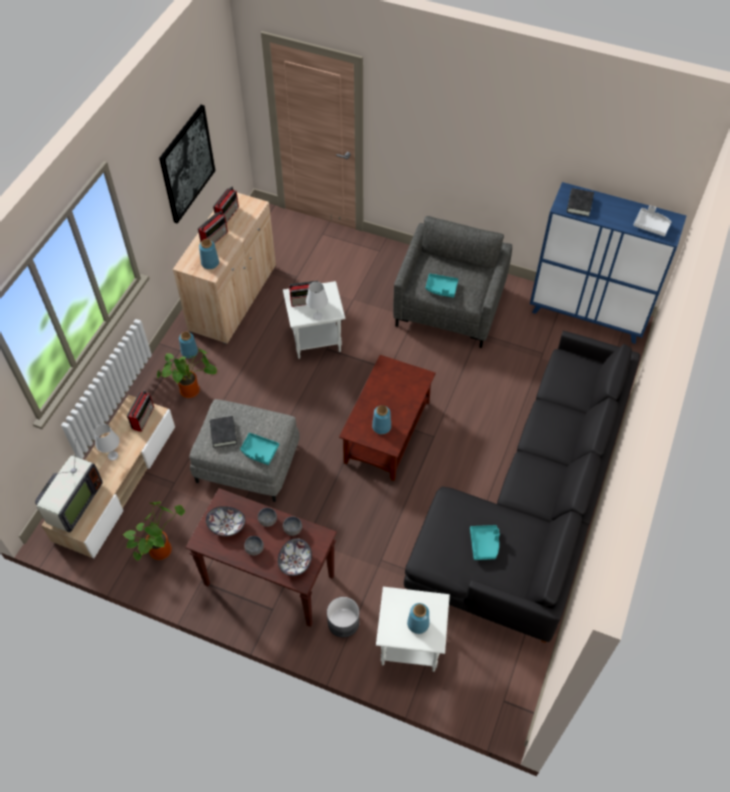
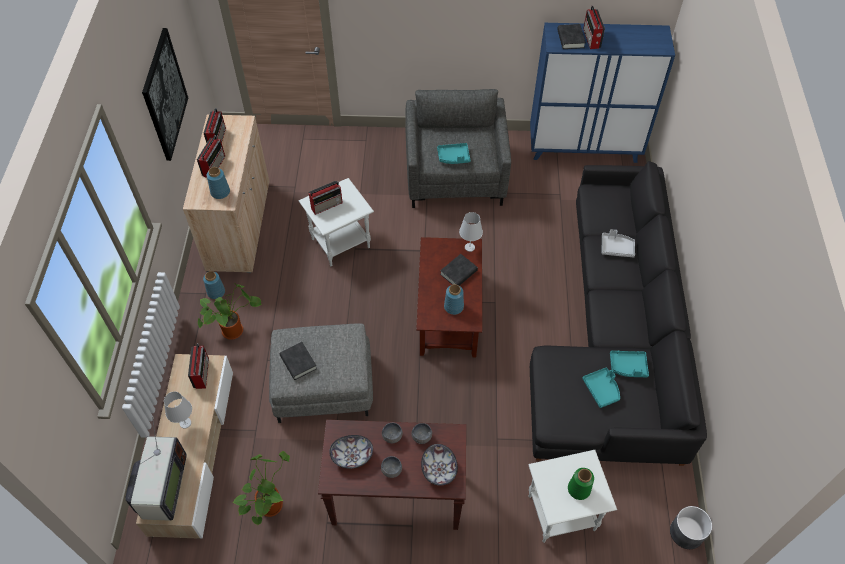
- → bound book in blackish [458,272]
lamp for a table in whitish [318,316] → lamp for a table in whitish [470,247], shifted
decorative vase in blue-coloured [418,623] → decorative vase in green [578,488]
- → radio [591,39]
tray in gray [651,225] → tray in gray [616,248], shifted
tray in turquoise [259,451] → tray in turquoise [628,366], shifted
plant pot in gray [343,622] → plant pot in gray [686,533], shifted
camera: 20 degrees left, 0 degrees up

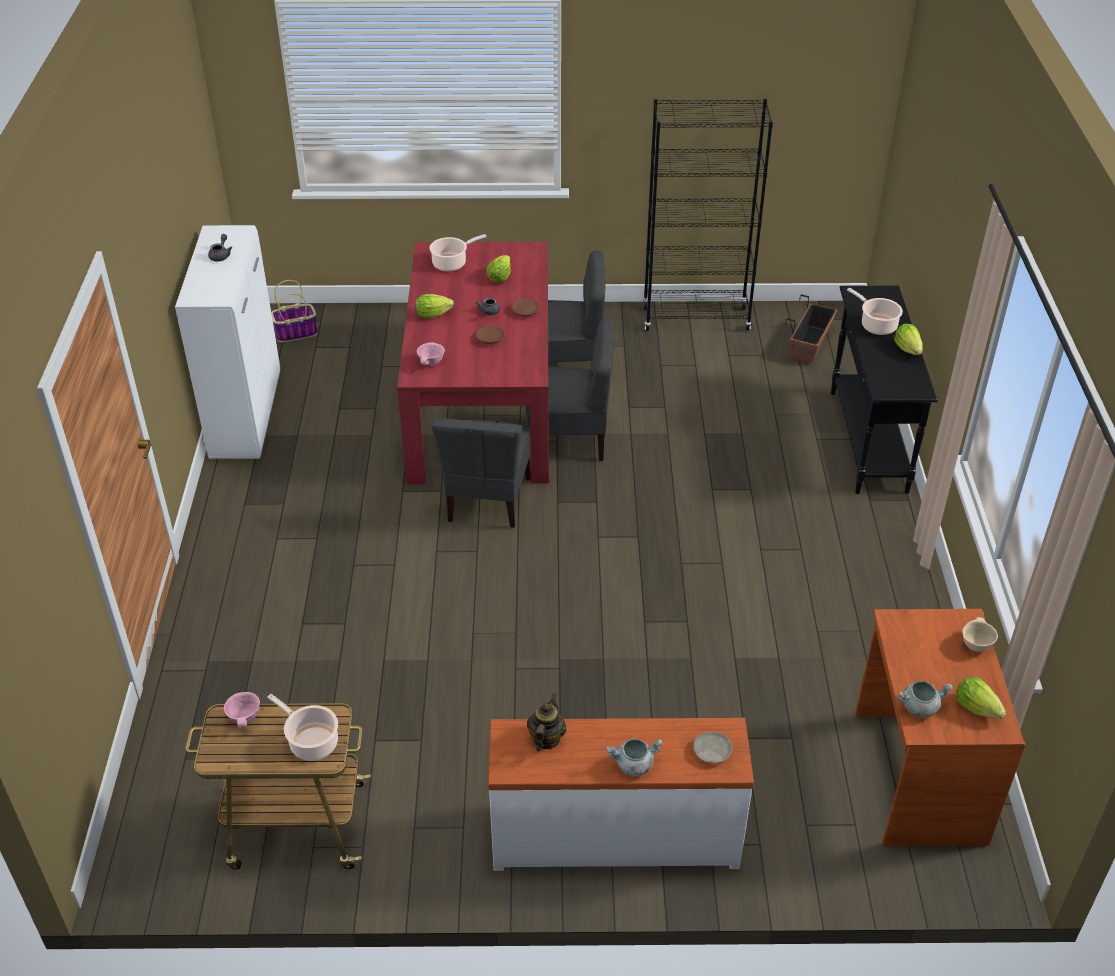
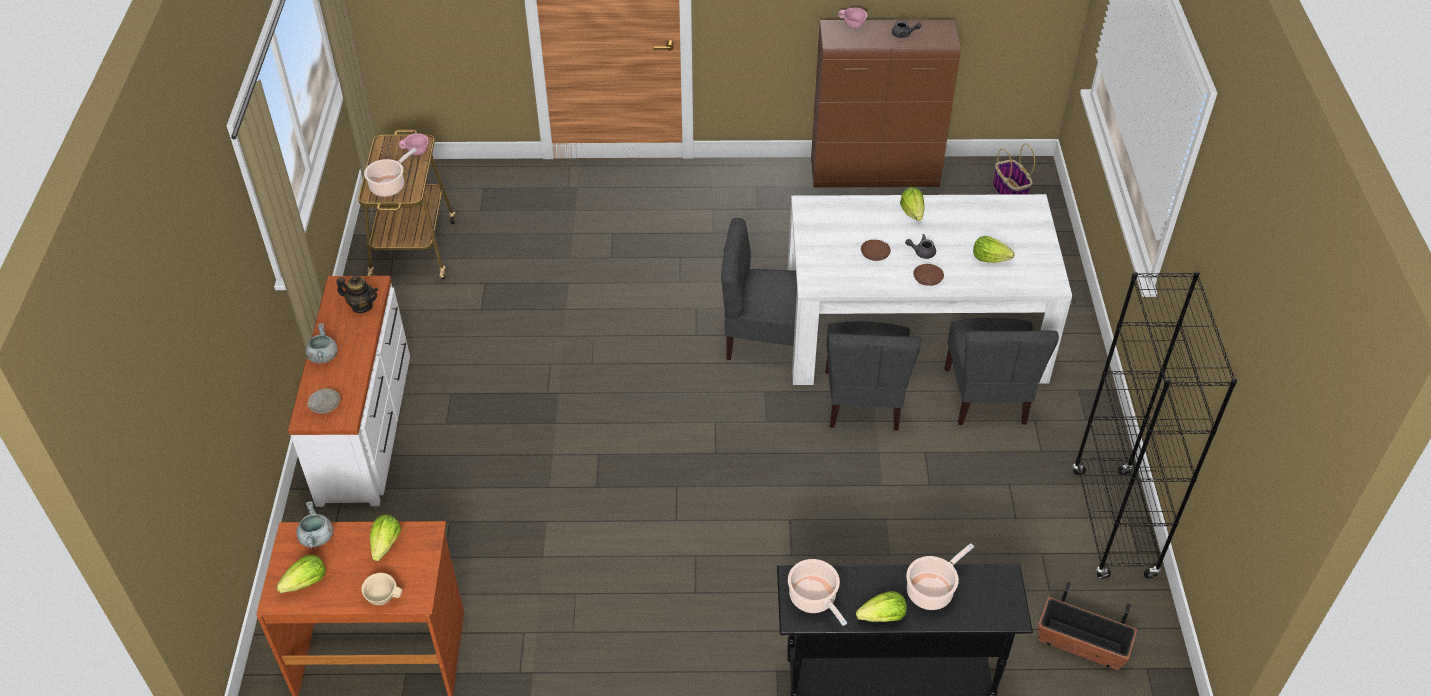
- → lettuce head [386,544]
kitchen table in reddish [482,405] → kitchen table in whitish [913,332]
cooking pot [451,263] → cooking pot [814,599], shifted
cabinet in whitish [246,416] → cabinet in brown-coloured [875,174]
serving bowl in pink [431,363] → serving bowl in pink [853,26], shifted
camera: 90 degrees right, 5 degrees up

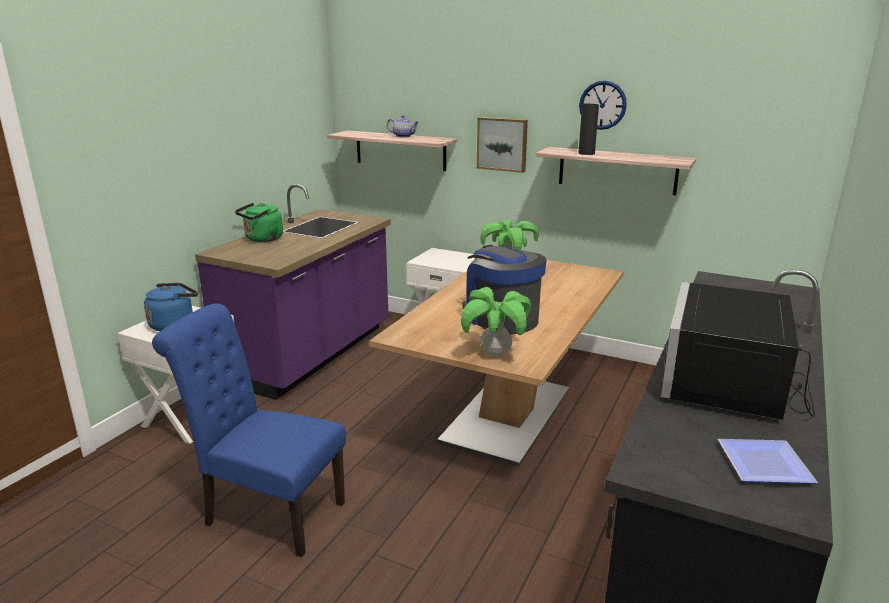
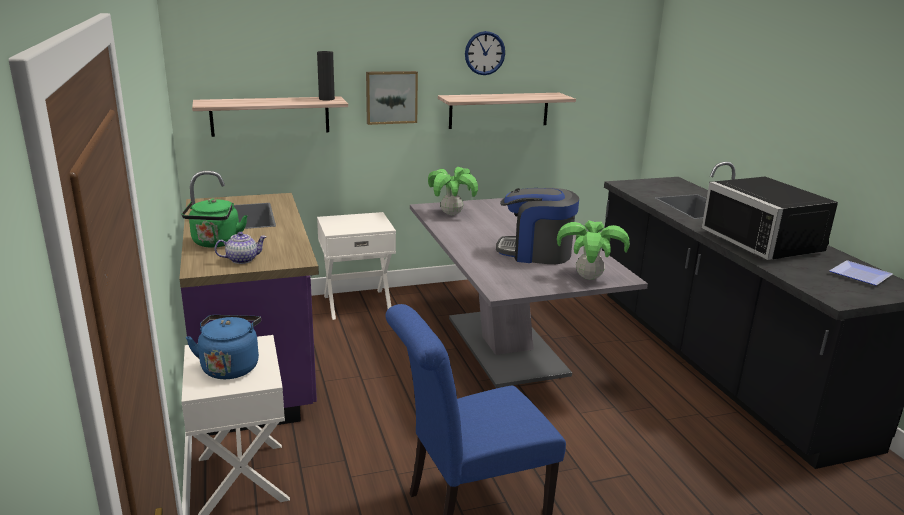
teapot [403,136] → teapot [242,259], shifted
decorative vase in blackish [586,153] → decorative vase in blackish [326,99], shifted
kitchen table in brown-coloured [507,415] → kitchen table in gray [506,345]
camera: 45 degrees left, 0 degrees up

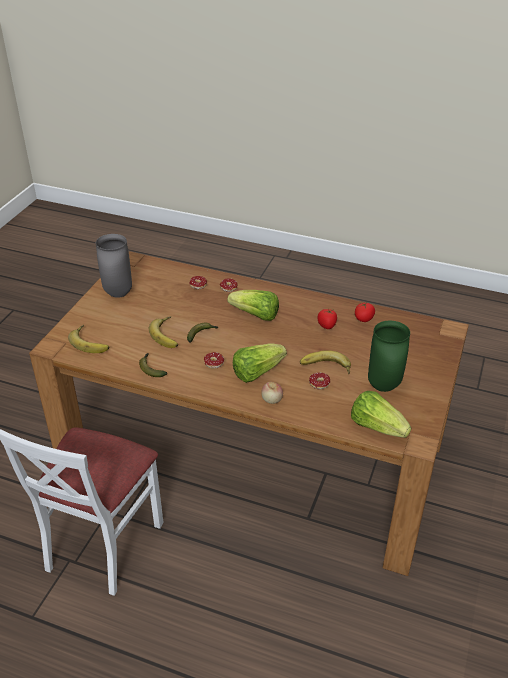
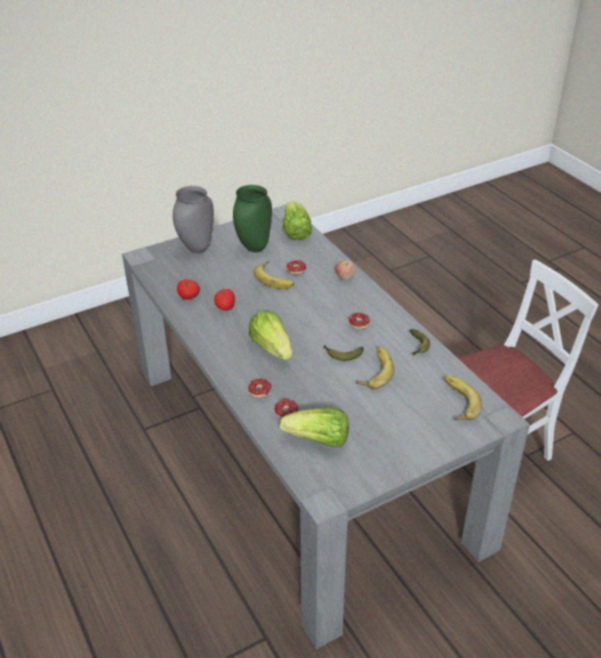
kitchen table in brown-coloured [254,451] → kitchen table in gray [301,452]
decorative vase in gray [117,293] → decorative vase in gray [197,249], shifted
lettuce head [257,372] → lettuce head [318,440], shifted
camera: 140 degrees left, 0 degrees up

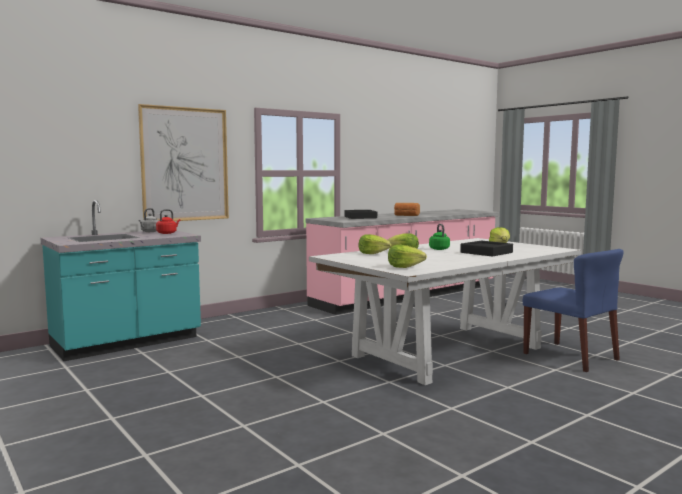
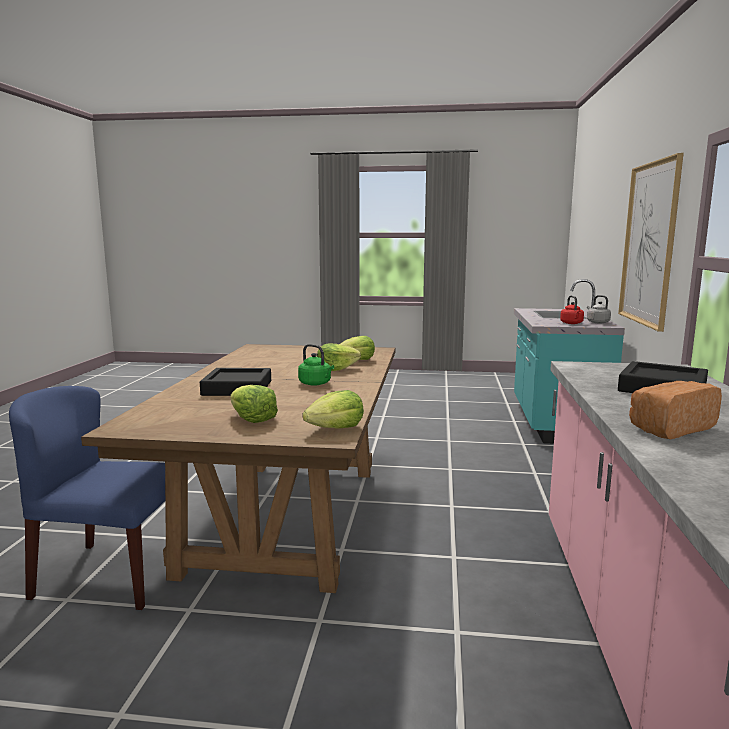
kitchen table in whitish [448,351] → kitchen table in brown-coloured [287,518]
lettuce head [404,267] → lettuce head [336,428], shifted
camera: 135 degrees right, 5 degrees up

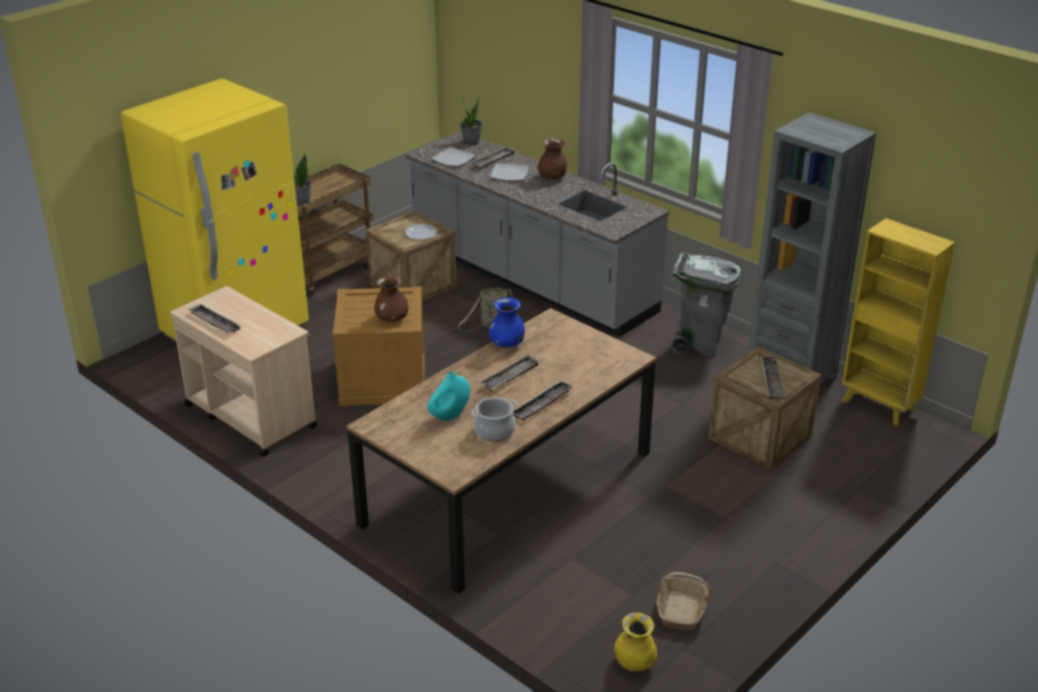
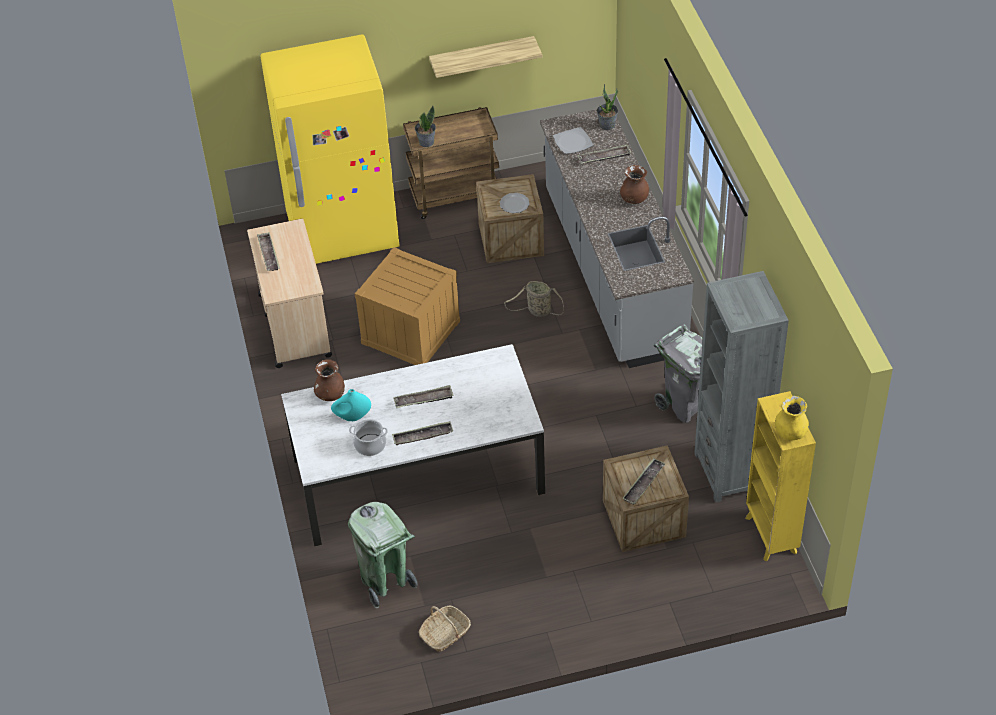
kitchen table in brown-coloured [508,487] → kitchen table in whitish [418,475]
decorative vase in brown-coloured [391,319] → decorative vase in brown-coloured [330,394], shifted
- → rubbish bin in green [385,581]
- → wall shelf [482,57]
decorative vase in yellow [634,663] → decorative vase in yellow [790,432], shifted
decorative vase in blue-coloured [507,344] → -
flat dish [509,174] → -
camera: 35 degrees right, 15 degrees up

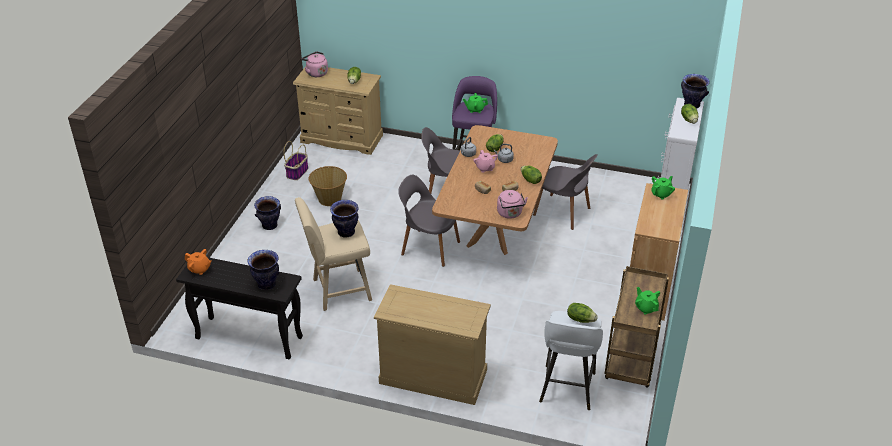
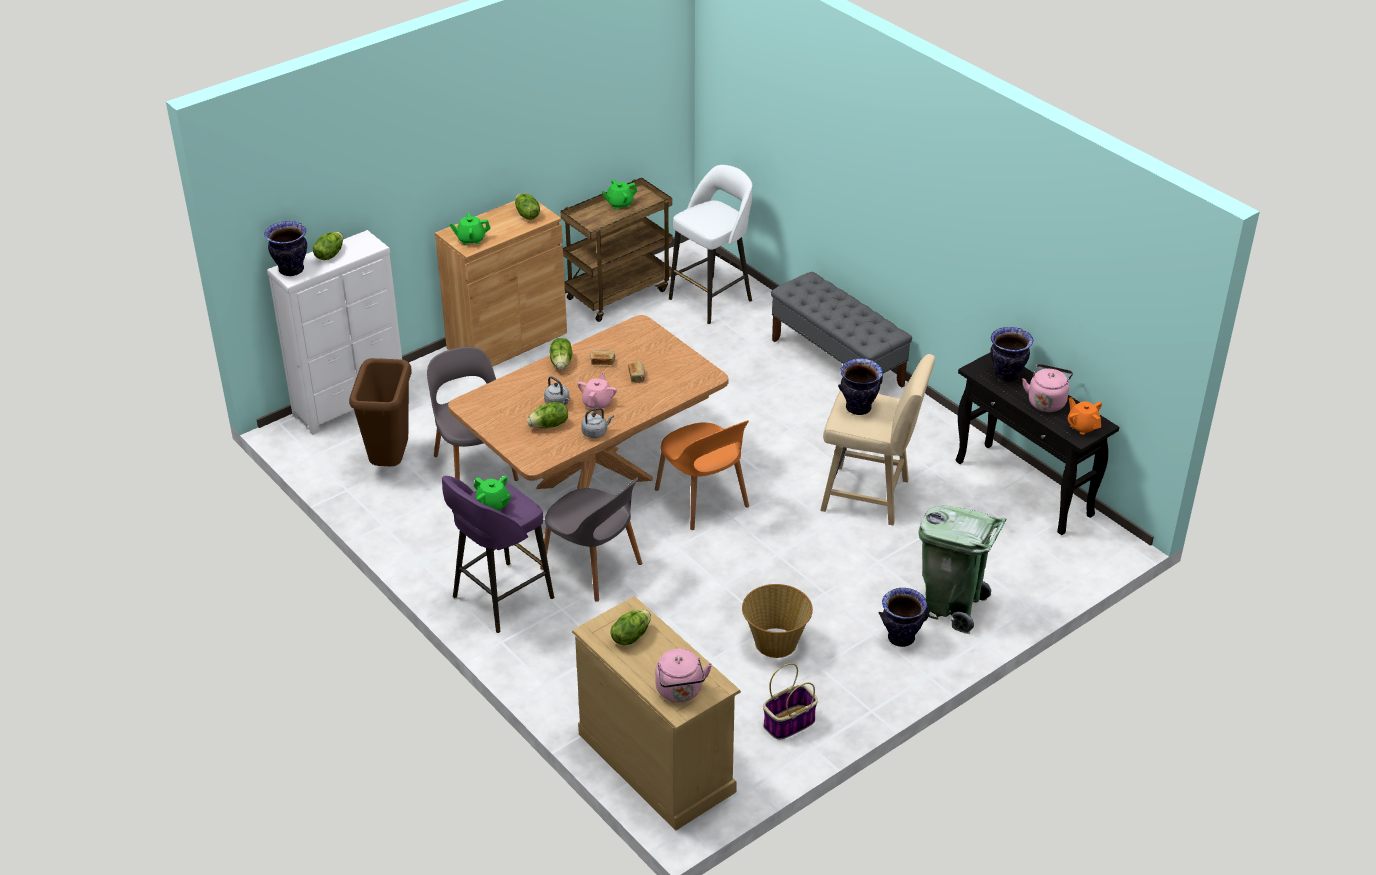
- → rubbish bin in brown-coloured [389,462]
lettuce head [580,319] → lettuce head [526,215], shifted
teapot in green [646,308] → teapot in green [619,204], 60 degrees clockwise
upright chair in gray [429,247] → upright chair in orange [702,500]
chest of drawers in sand-coloured [433,376] → long seat in gray [837,363]
- → rubbish bin in green [952,607]
water kettle in pink [510,214] → water kettle in pink [1046,401], shifted
camera: 145 degrees left, 0 degrees up

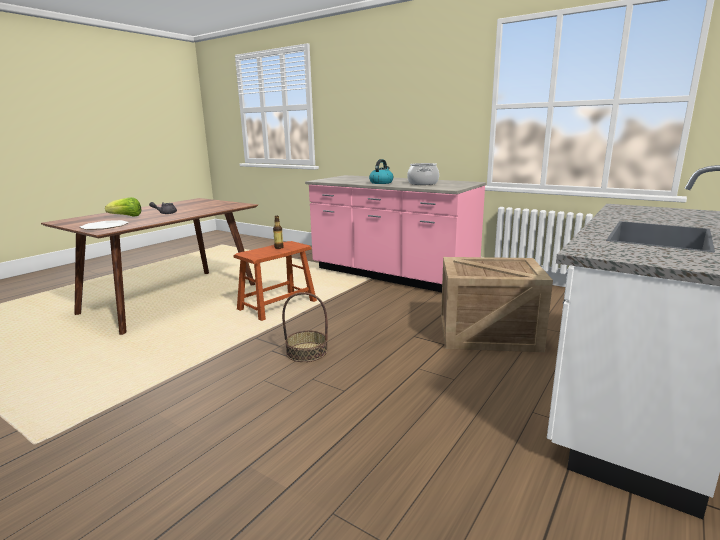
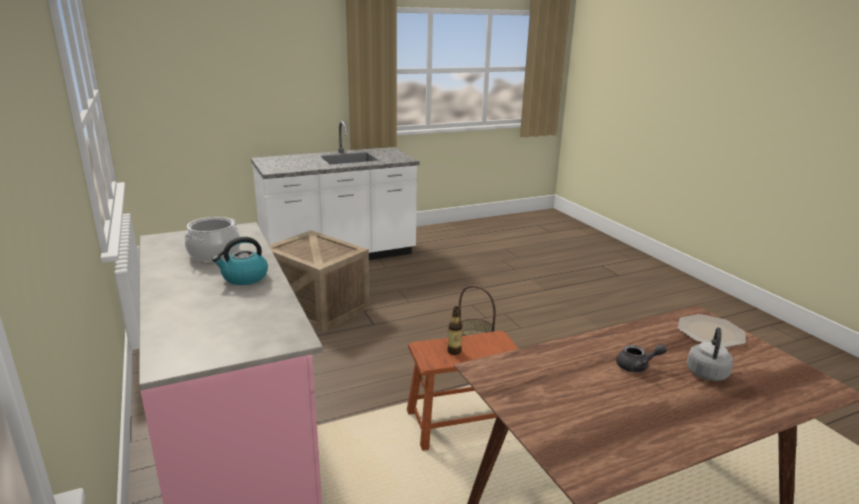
lettuce head [126,216] → water kettle in gray [707,372]
camera: 150 degrees left, 5 degrees up

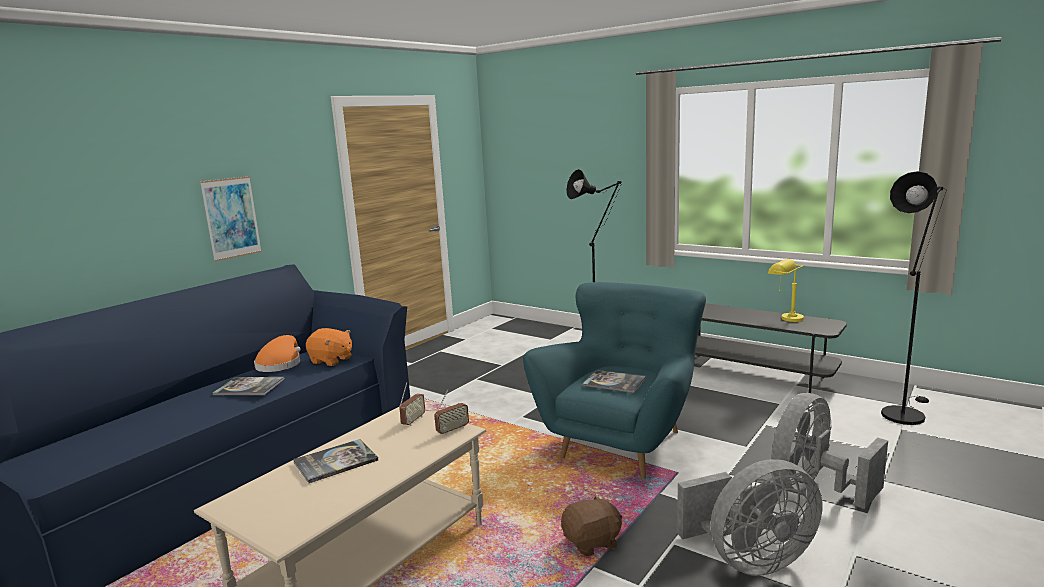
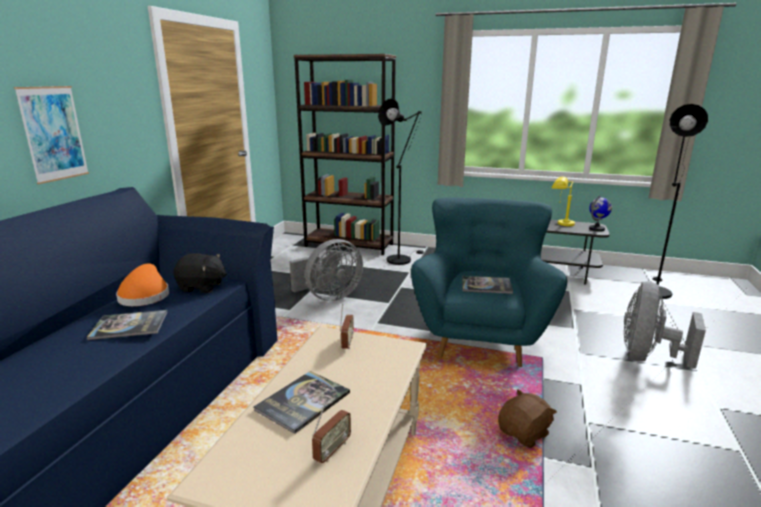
cuddly toy in orange [331,360] → cuddly toy in blackish [202,287]
cooling fan in gray [750,560] → cooling fan in gray [329,297], shifted
- → bookcase in brown-coloured [349,245]
radio [452,430] → radio [332,450], shifted
- → desk globe [597,229]
camera: 20 degrees left, 5 degrees up

